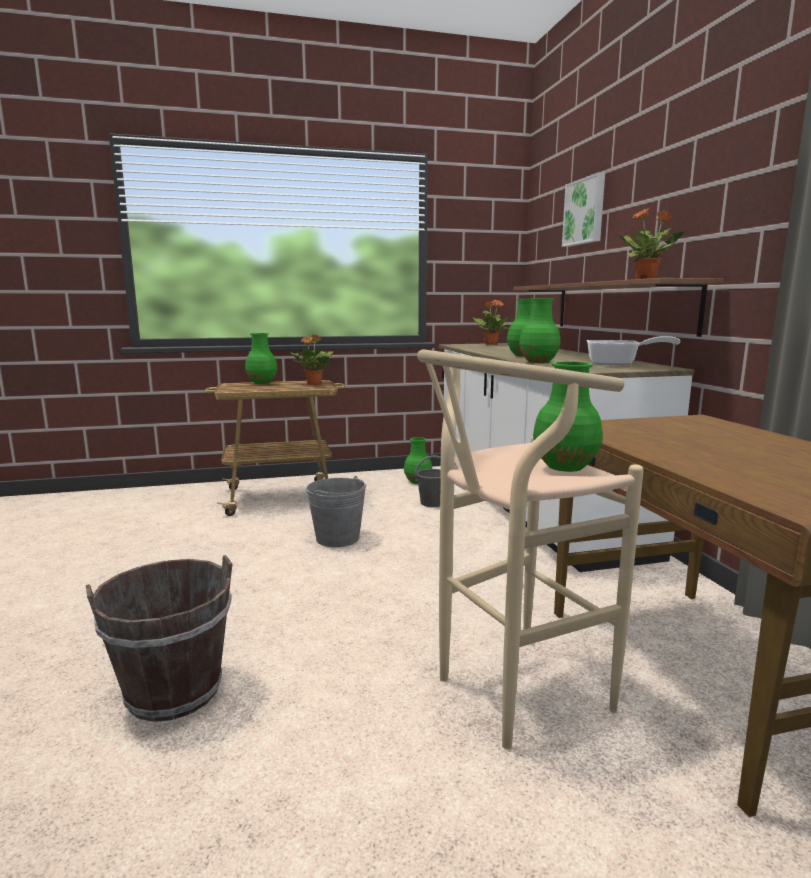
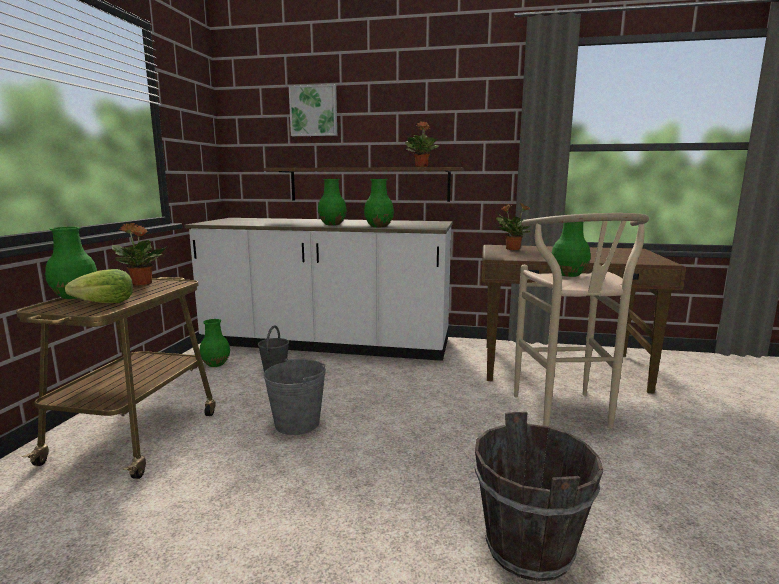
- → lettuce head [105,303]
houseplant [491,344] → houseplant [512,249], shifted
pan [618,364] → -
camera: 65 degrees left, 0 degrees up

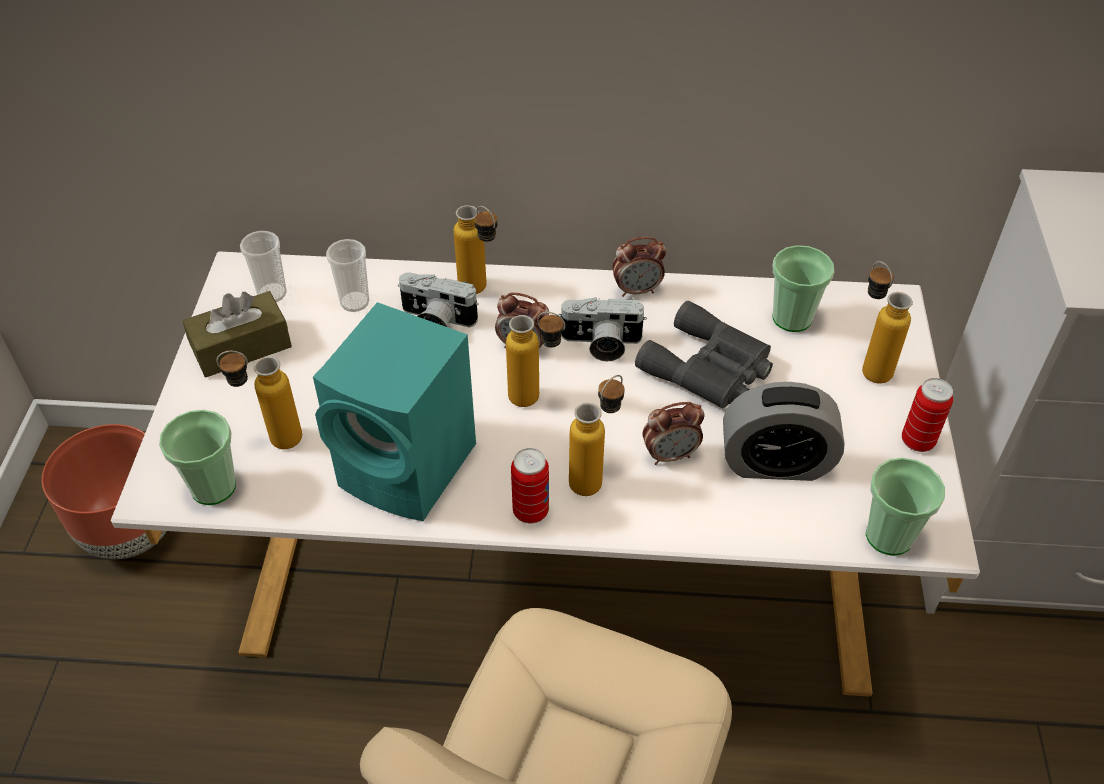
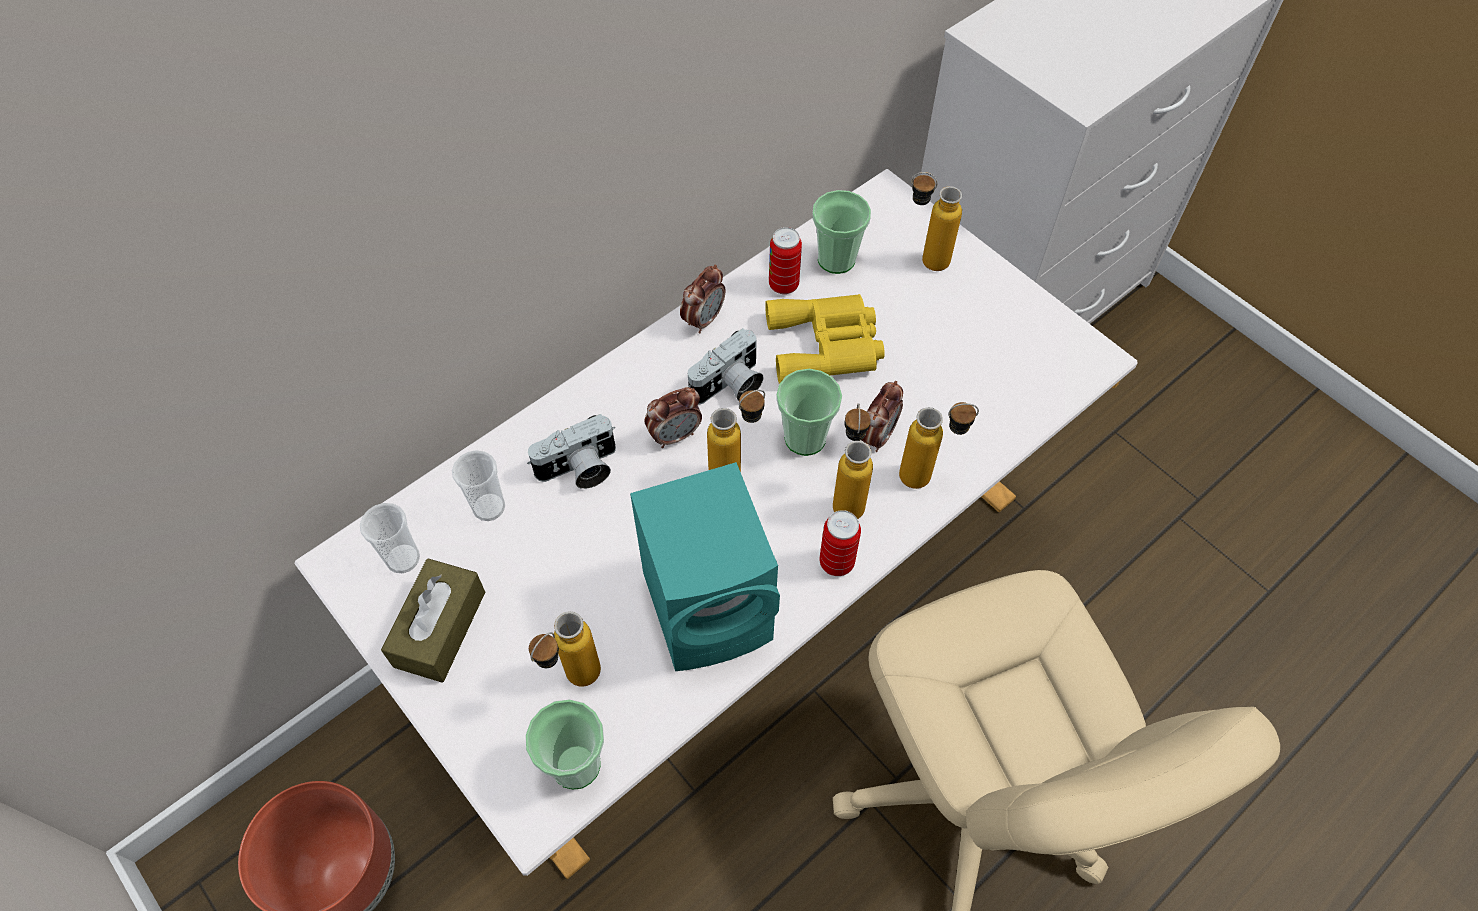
binoculars in gray [709,369] → binoculars in yellow [827,345]
sealed can [917,441] → sealed can [783,285], shifted
small cup [889,536] → small cup [805,438], shifted
beverage bottle [480,292] → beverage bottle [928,476], shifted
table clock [775,463] → -
camera: 45 degrees left, 10 degrees up

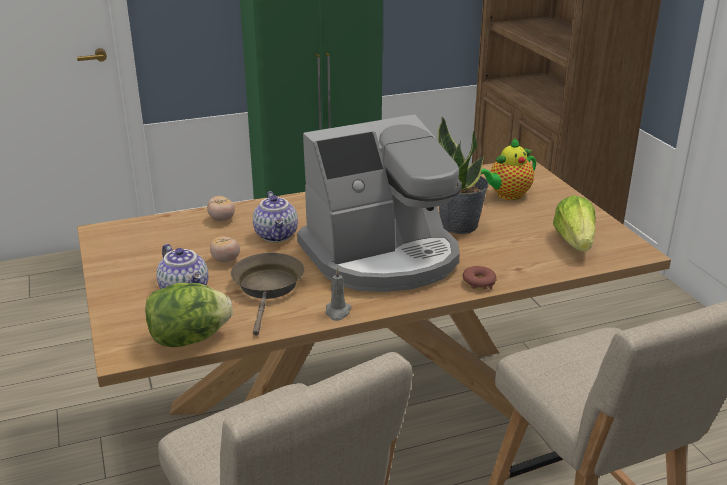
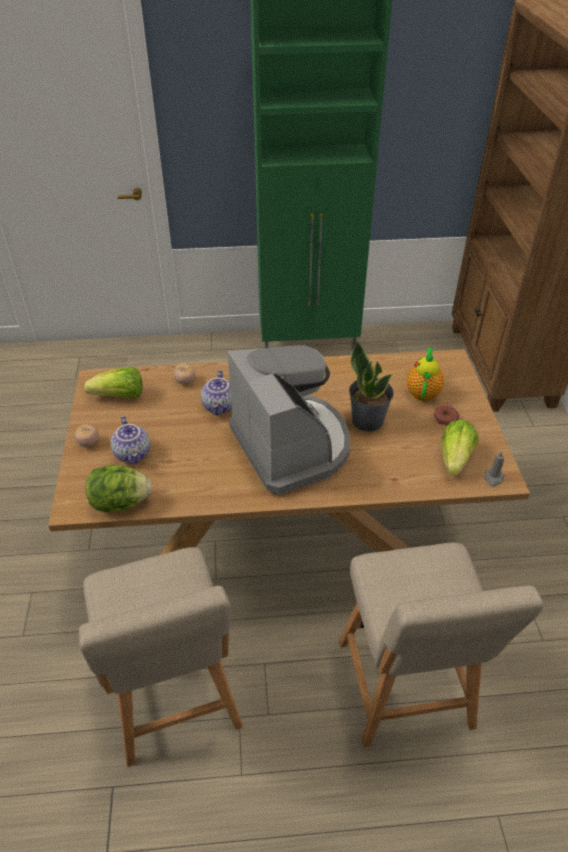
whole tomato [226,260] → whole tomato [88,443], shifted
- → lettuce head [120,396]
coffee brewer [382,257] → coffee brewer [292,445], 105 degrees counterclockwise
teapot [507,195] → teapot [423,392], 120 degrees clockwise
ring doughnut [478,283] → ring doughnut [445,419], shifted
candle in gray [337,312] → candle in gray [493,478], shifted
pan in brown-coloured [268,288] → -
camera: 15 degrees right, 15 degrees up

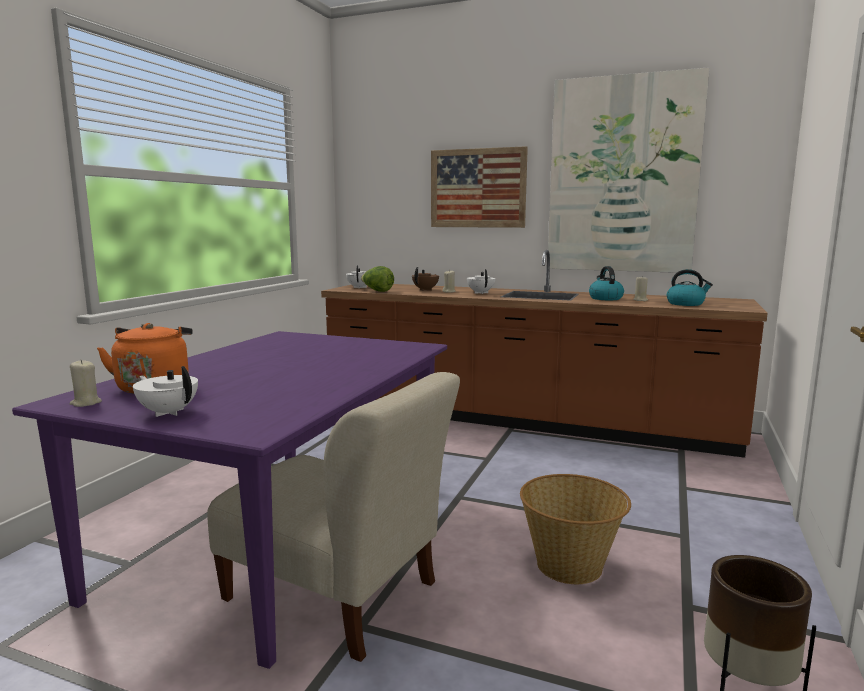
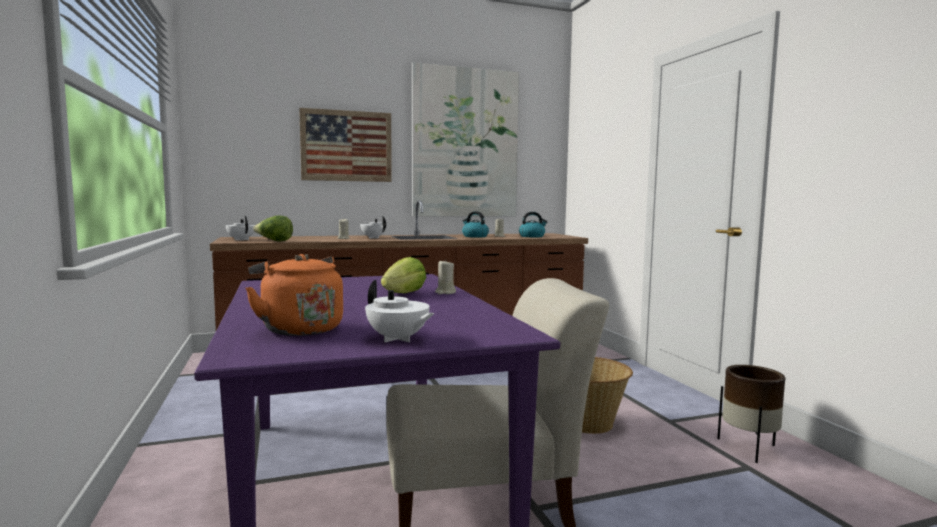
teapot in whitish [168,412] → teapot in whitish [398,339], 135 degrees counterclockwise
- → lettuce head [404,293]
candle in sand-coloured [86,403] → candle in sand-coloured [445,292], shifted
teapot in brown-coloured [426,290] → -
camera: 40 degrees left, 5 degrees down

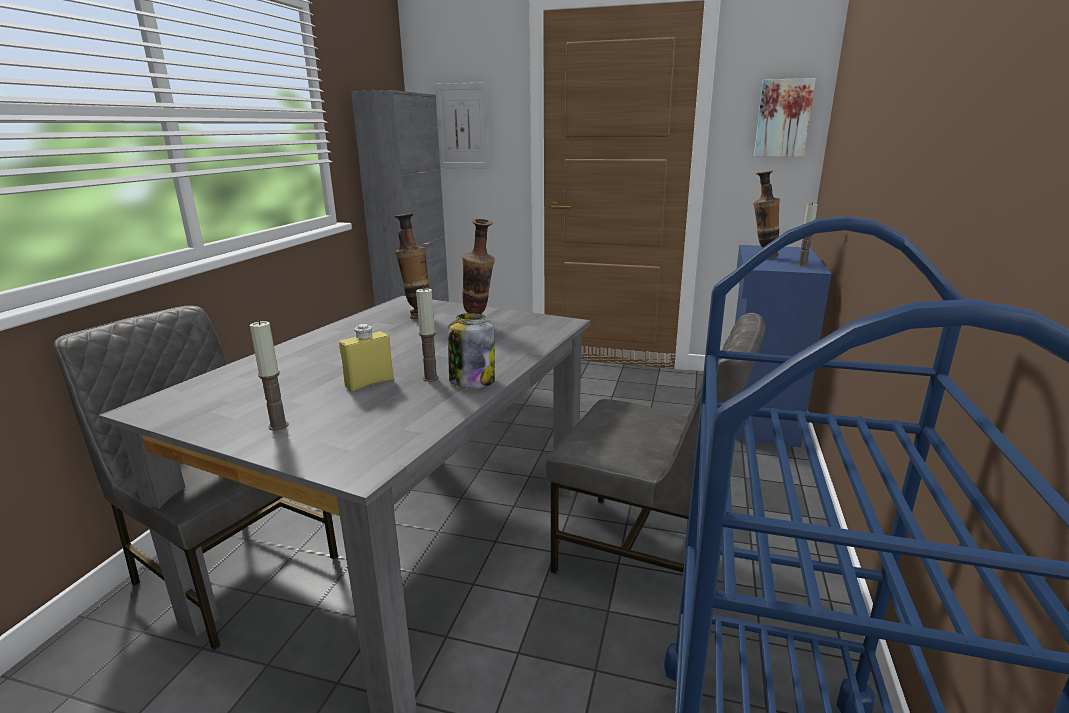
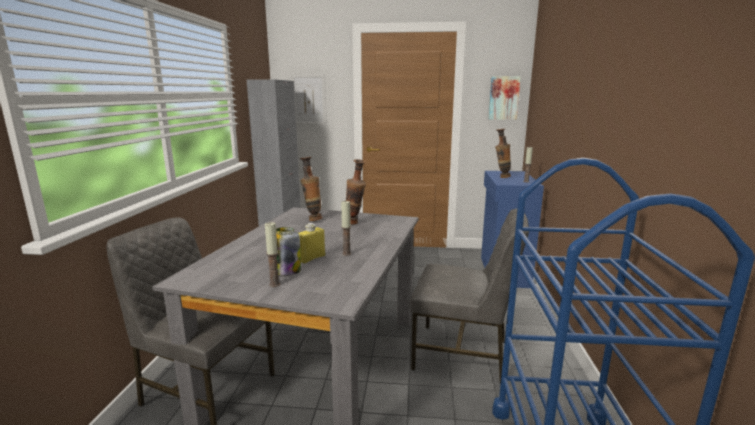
storage jar [471,381] → storage jar [285,271], shifted
camera: 10 degrees left, 5 degrees down

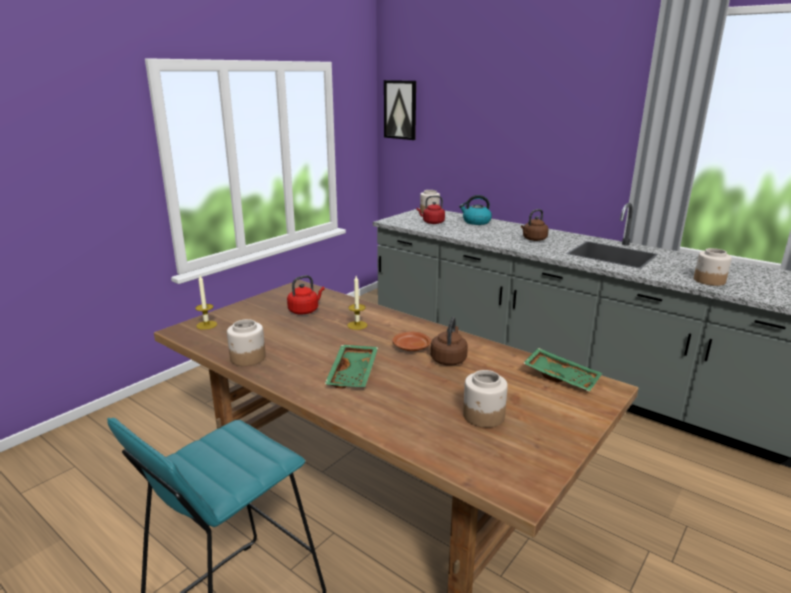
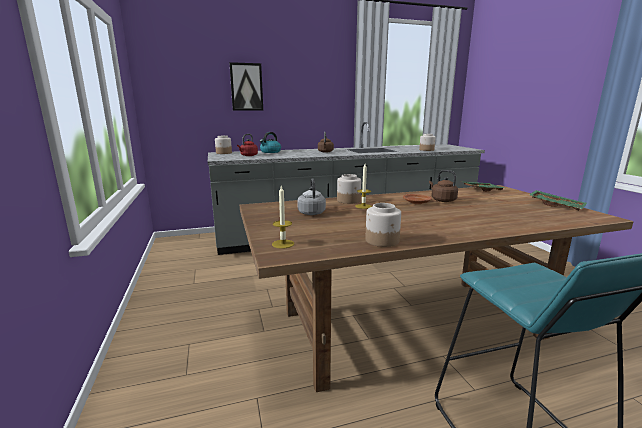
wall picture [400,110] → wall picture [246,87], shifted
water kettle in reddish [305,310] → water kettle in gray [311,212]
storage jar [483,416] → storage jar [349,200], shifted
tray in green [354,374] → tray in green [556,205], shifted
camera: 55 degrees left, 5 degrees down

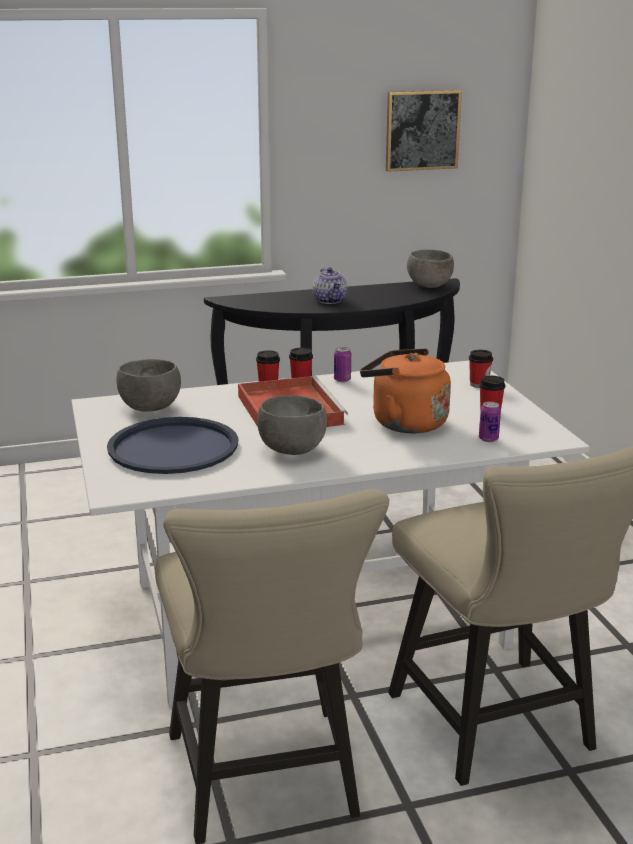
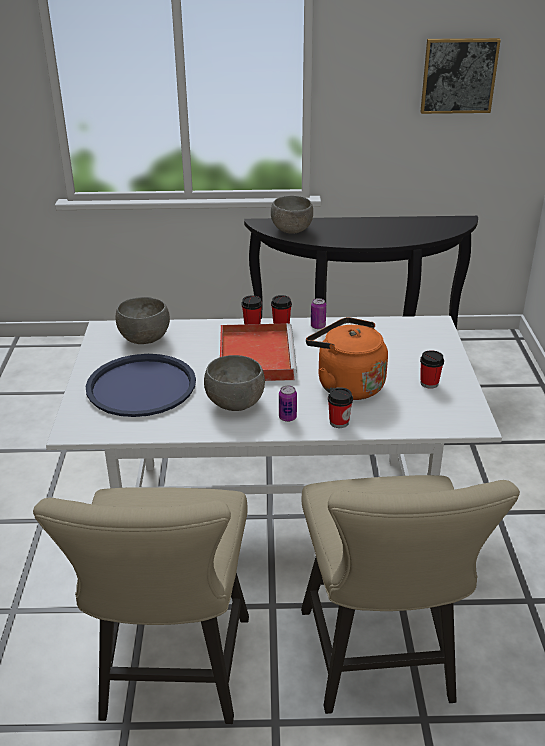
serving bowl in gray [429,286] → serving bowl in gray [291,230], shifted
sealed can [488,439] → sealed can [287,417], shifted
small cup [479,384] → small cup [339,422], shifted
teapot [330,300] → -
camera: 15 degrees right, 10 degrees up

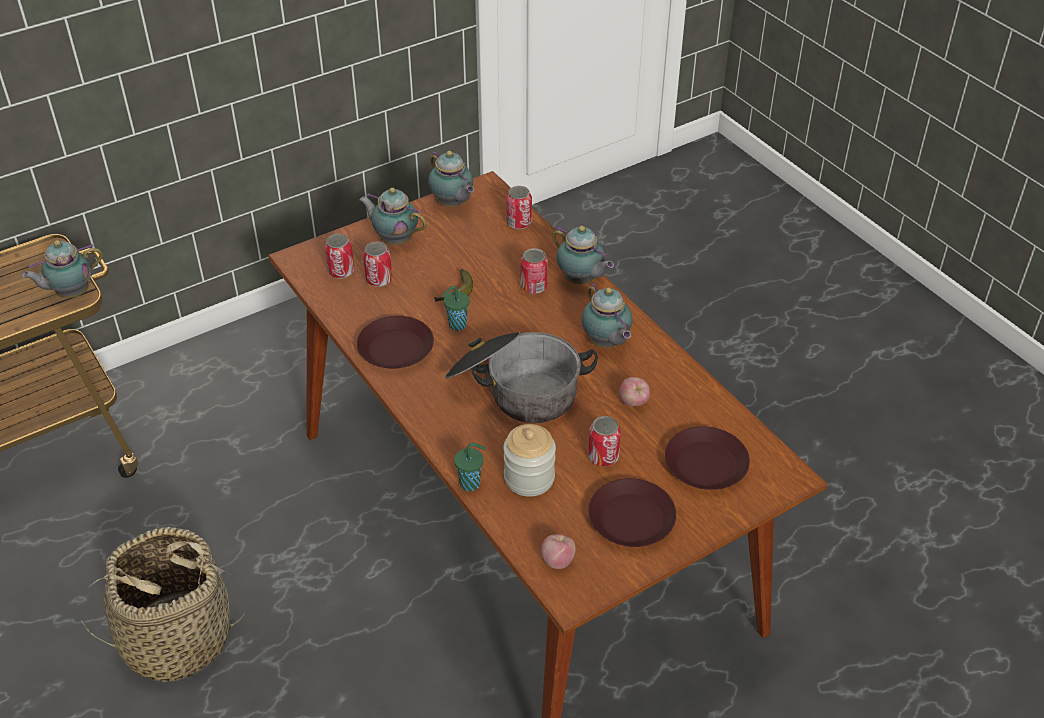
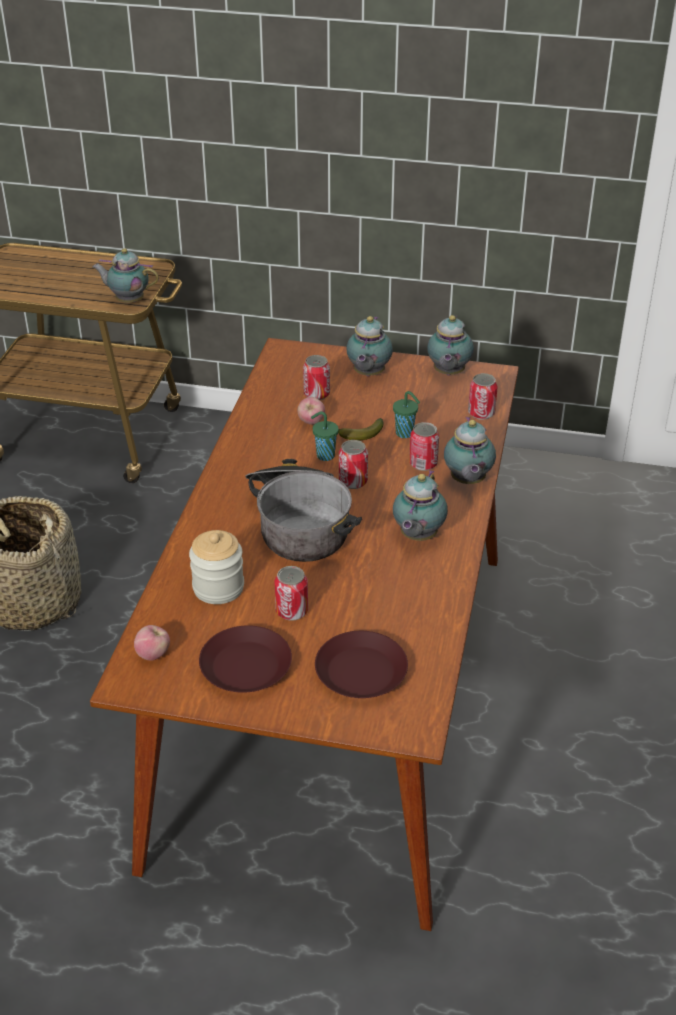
whole apple [633,403] → whole apple [311,422], shifted
sealed can [341,271] → sealed can [353,481], shifted
teapot [394,240] → teapot [368,374], 150 degrees counterclockwise
small cup in green [471,483] → small cup in green [405,434], shifted
flat dish in brown-coloured [395,348] → -
camera: 45 degrees right, 5 degrees down

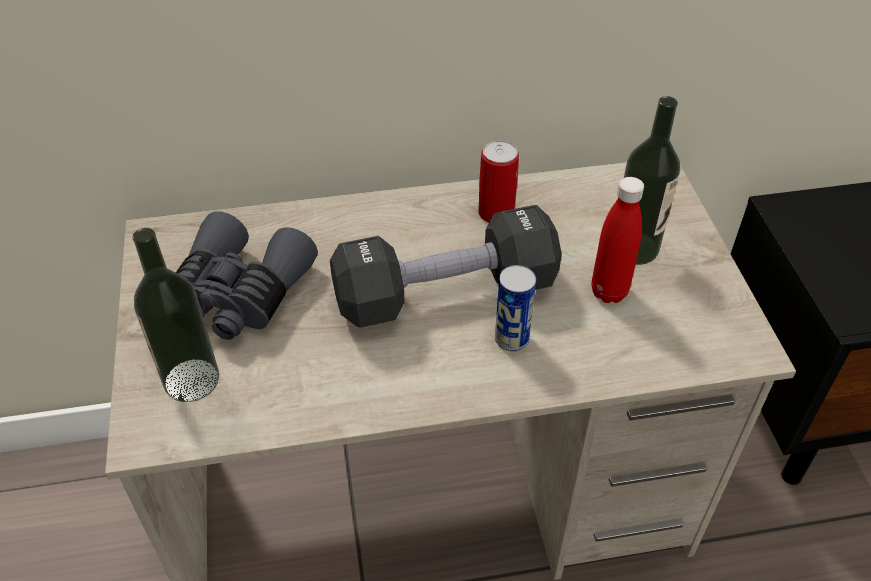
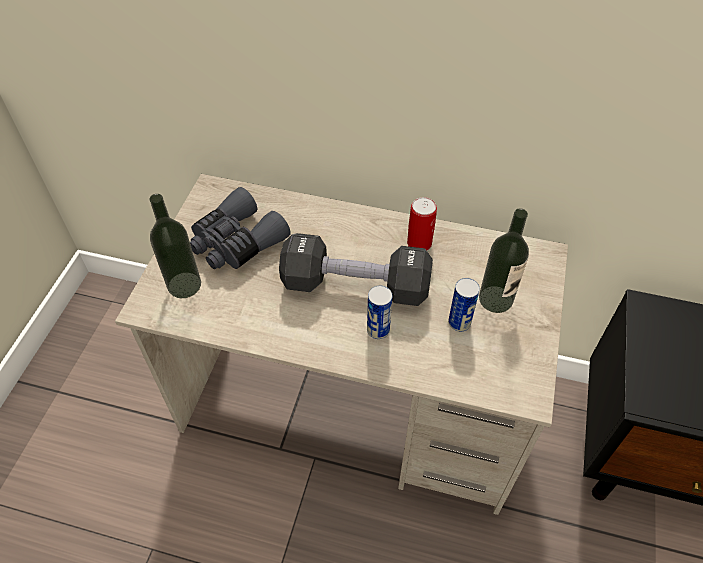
beverage bottle in reddish [609,292] → sealed can [459,323]
camera: 25 degrees right, 5 degrees up

